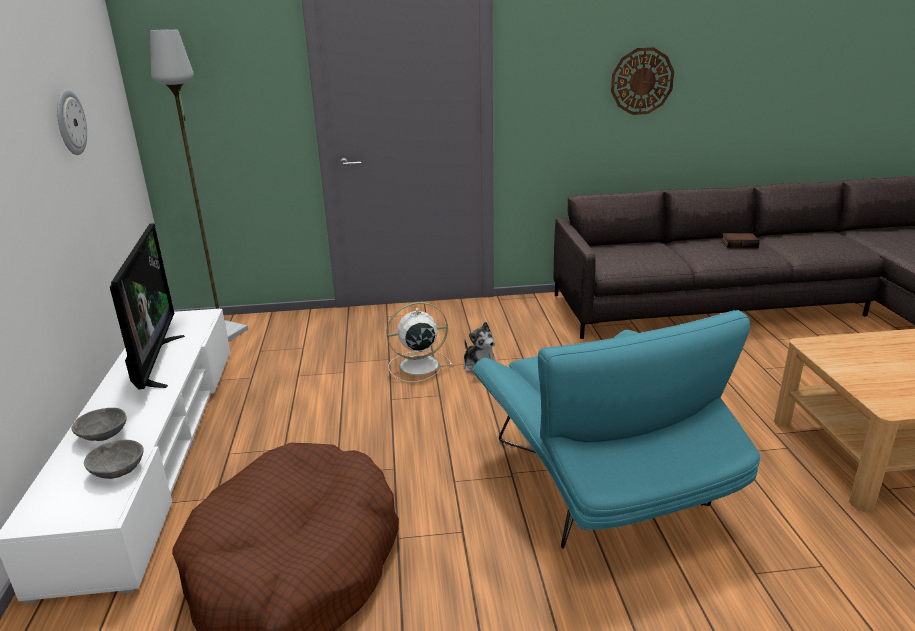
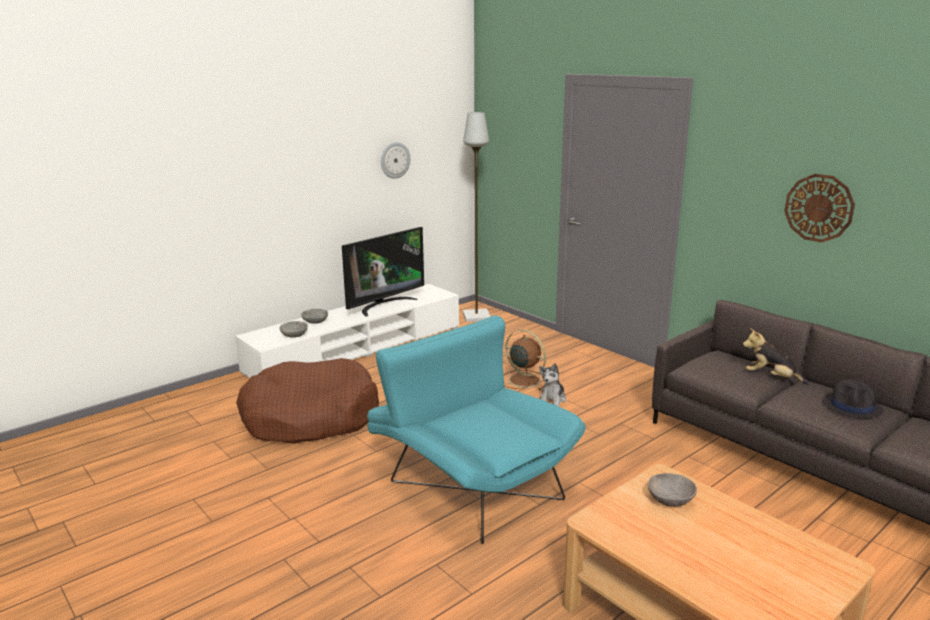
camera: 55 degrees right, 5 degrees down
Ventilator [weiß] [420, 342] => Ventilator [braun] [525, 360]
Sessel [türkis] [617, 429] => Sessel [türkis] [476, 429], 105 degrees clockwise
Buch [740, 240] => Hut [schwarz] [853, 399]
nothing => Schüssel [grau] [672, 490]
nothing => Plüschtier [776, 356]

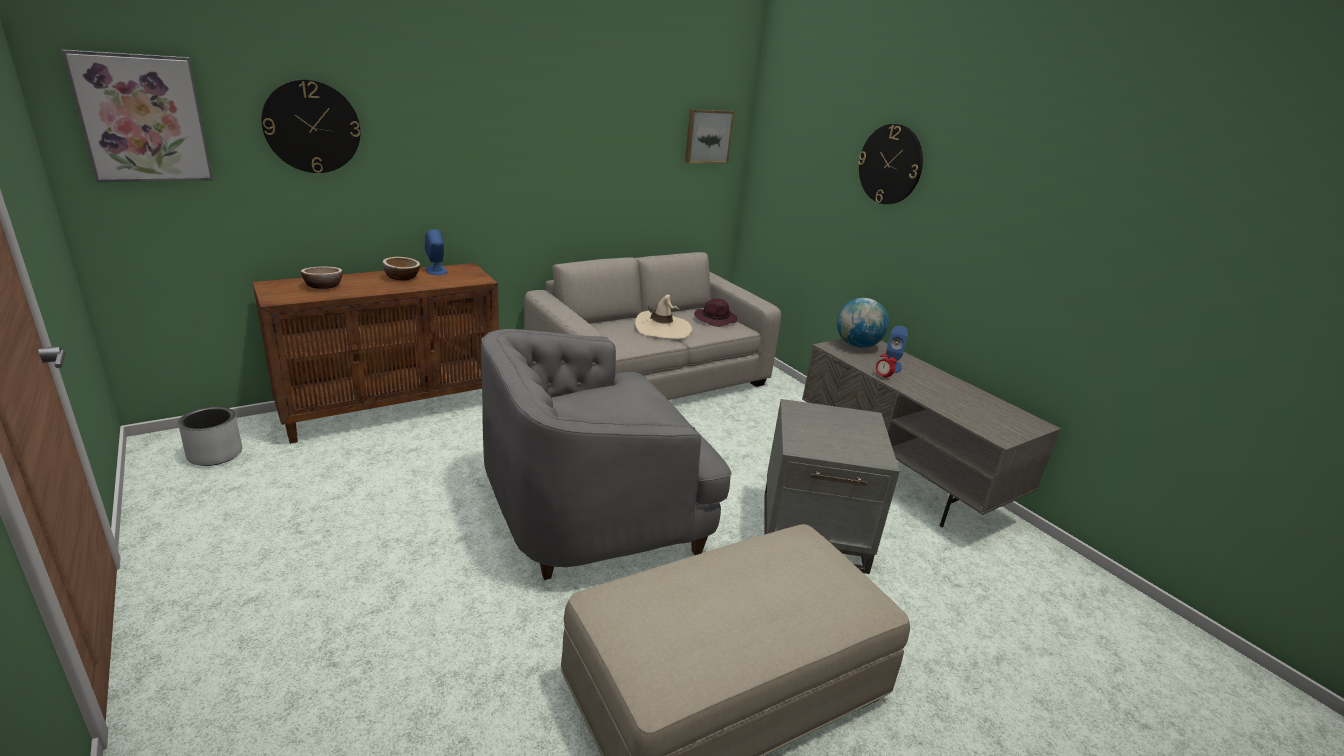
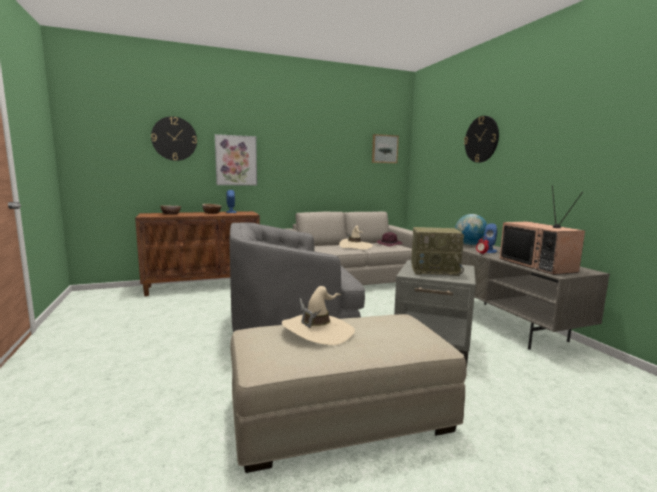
camera: 15 degrees right, 15 degrees down
Bild [137, 115] => Bild [236, 159], move
Pflanzkübel [grau] [210, 436] => nothing
nothing => Hut [beige] [318, 315]
nothing => Radio [437, 251]
nothing => Fernseher [542, 230]

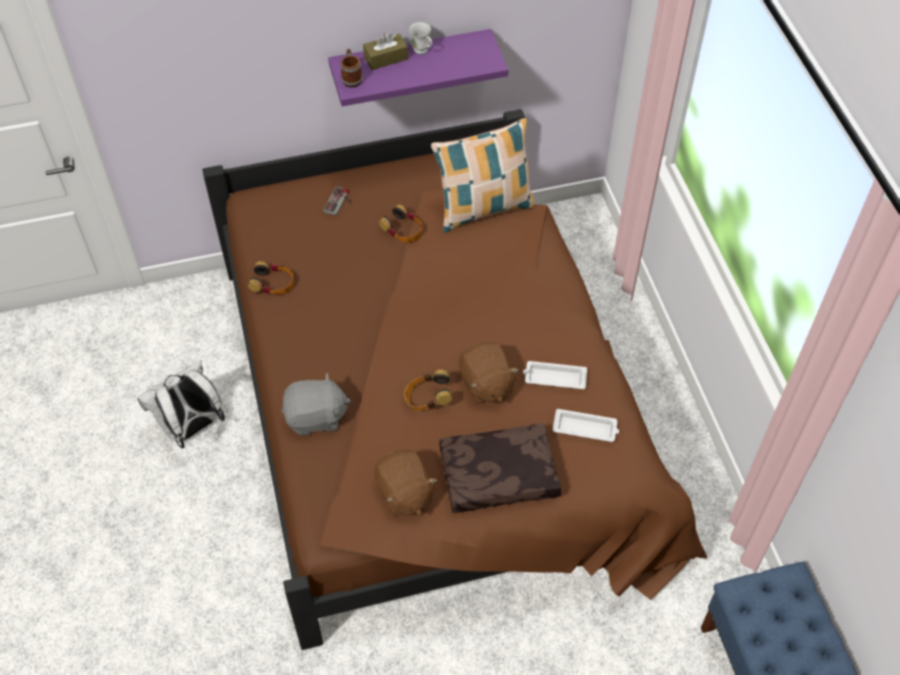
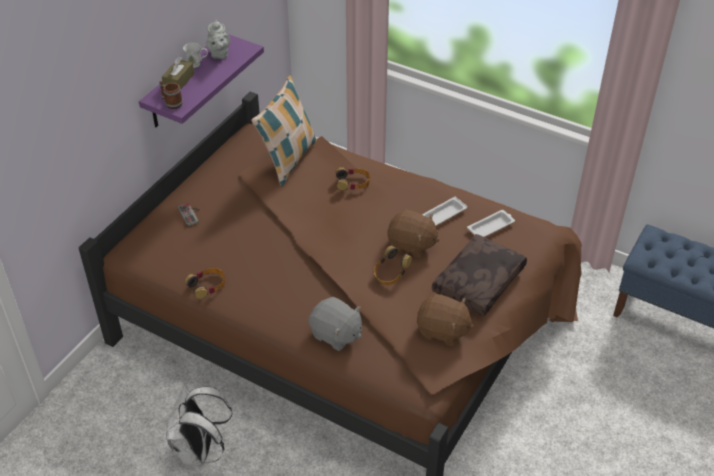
camera: 45 degrees left, 10 degrees down
Plüschtier [grau] [316, 404] => Plüschtier [grau] [335, 324], 90 degrees clockwise
Kopfhörer [401, 224] => Kopfhörer [353, 178], move
nothing => Teekanne [grau] [218, 39]

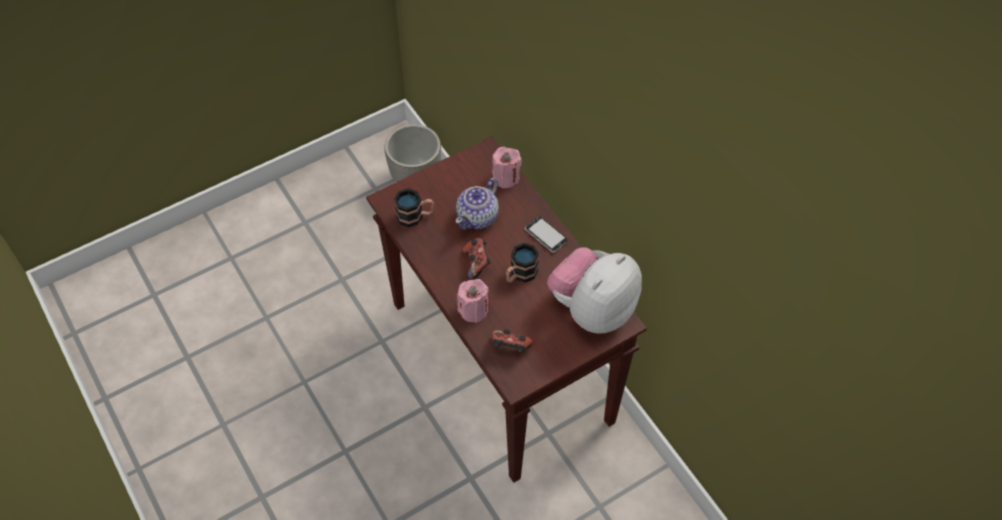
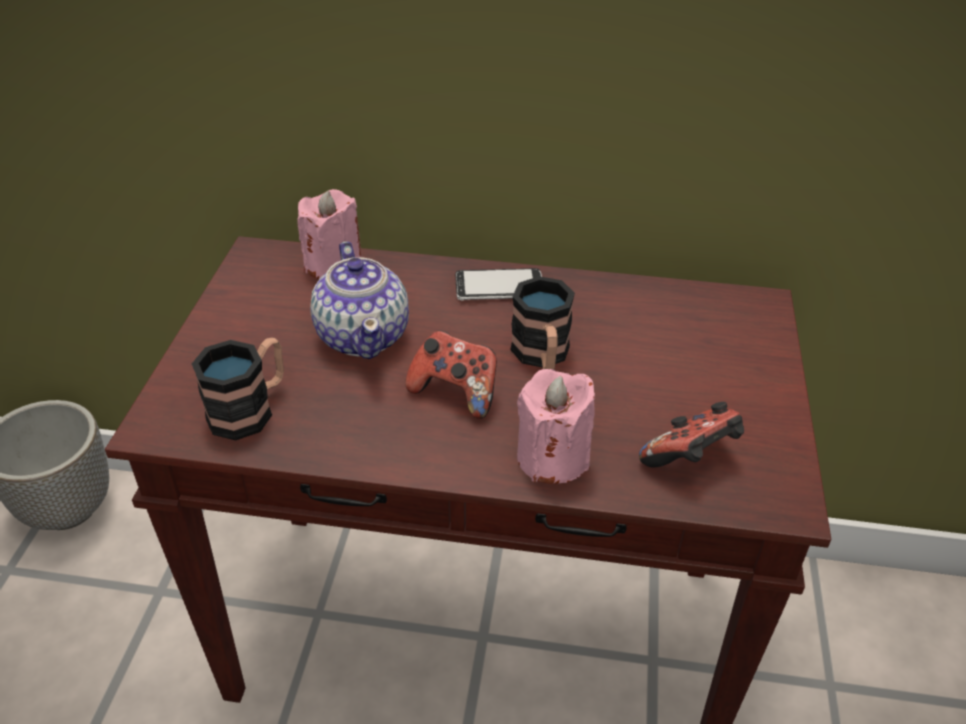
camera: 50 degrees left, 15 degrees down
Plüschtier [594, 290] => nothing

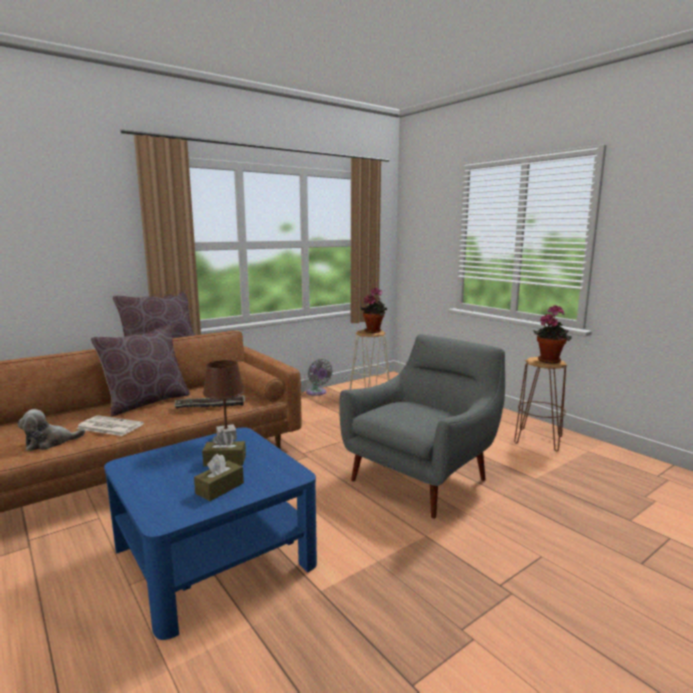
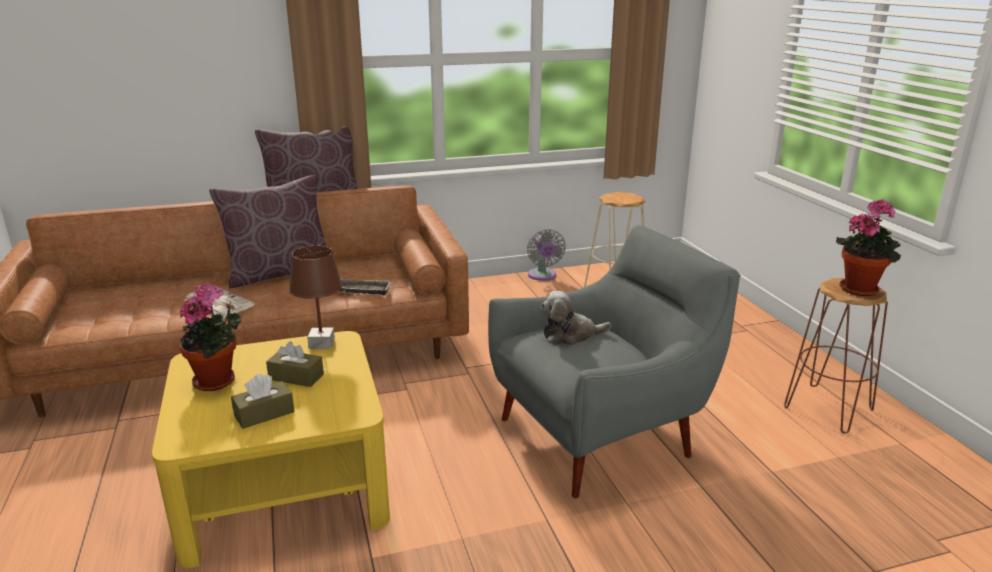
camera: 20 degrees right, 10 degrees up
Plüschtier [51, 430] => Plüschtier [575, 318], move
Couchtisch [blau] [210, 533] => Couchtisch [gelb] [271, 449]
Topfpflanze [373, 310] => Topfpflanze [211, 337], move

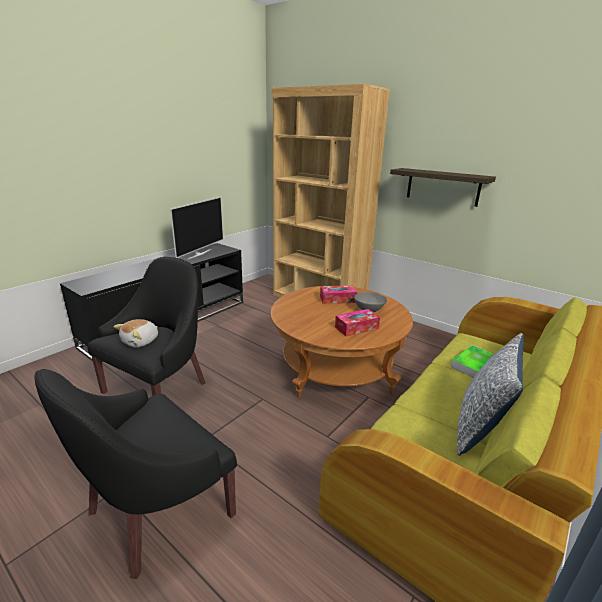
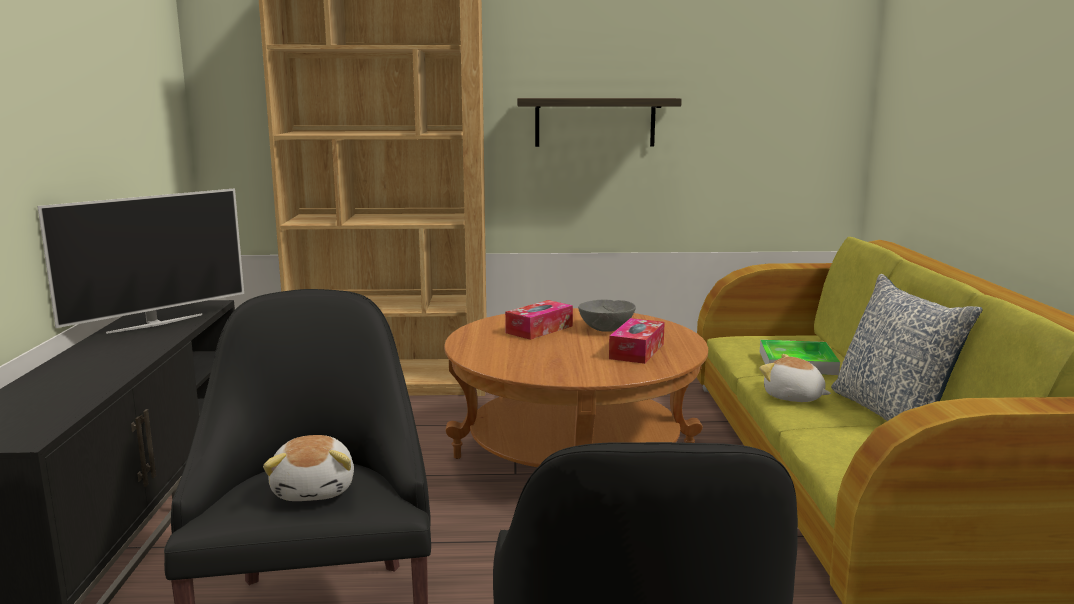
camera: 40 degrees left, 10 degrees down
Fernseher [196, 228] => Fernseher [140, 261], 60 degrees clockwise
nothing => Plüschtier [795, 378]

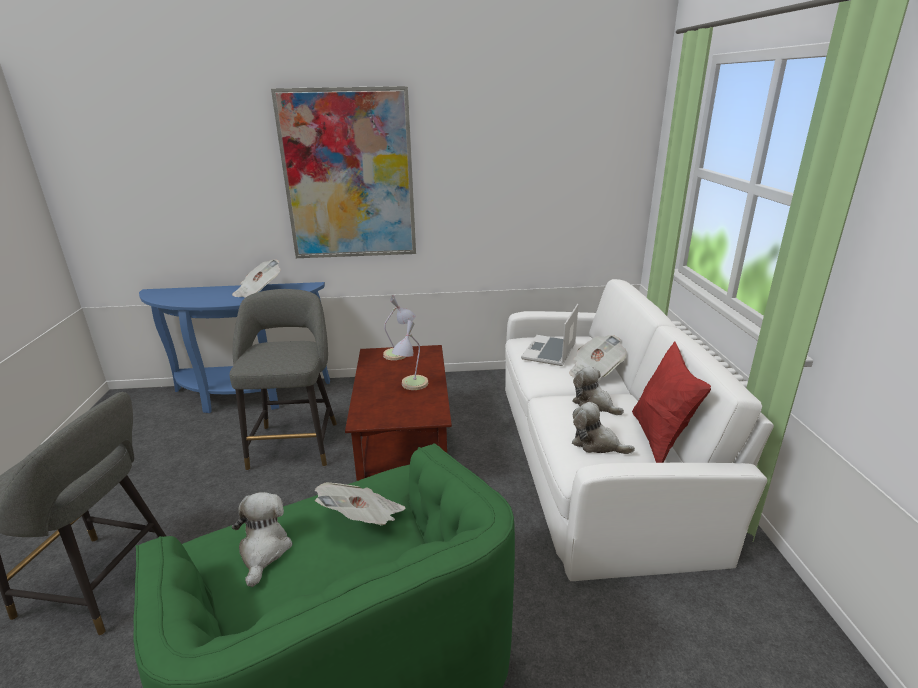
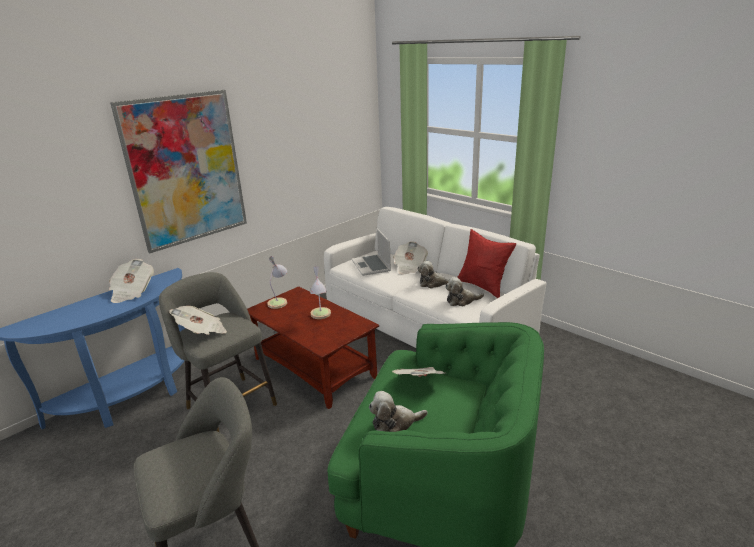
camera: 40 degrees left, 0 degrees up
Plüschtier [262, 539] => Plüschtier [398, 411], 60 degrees counterclockwise
nothing => Zeitung [198, 320]

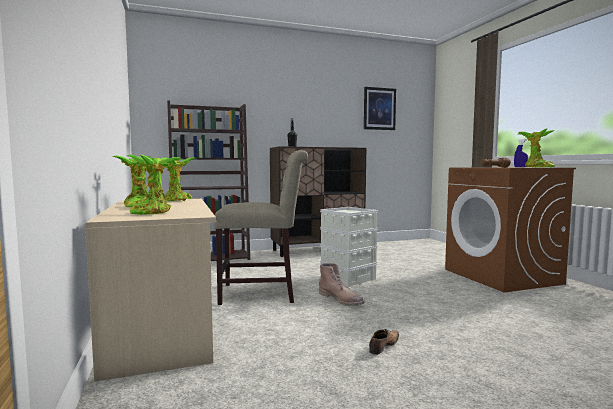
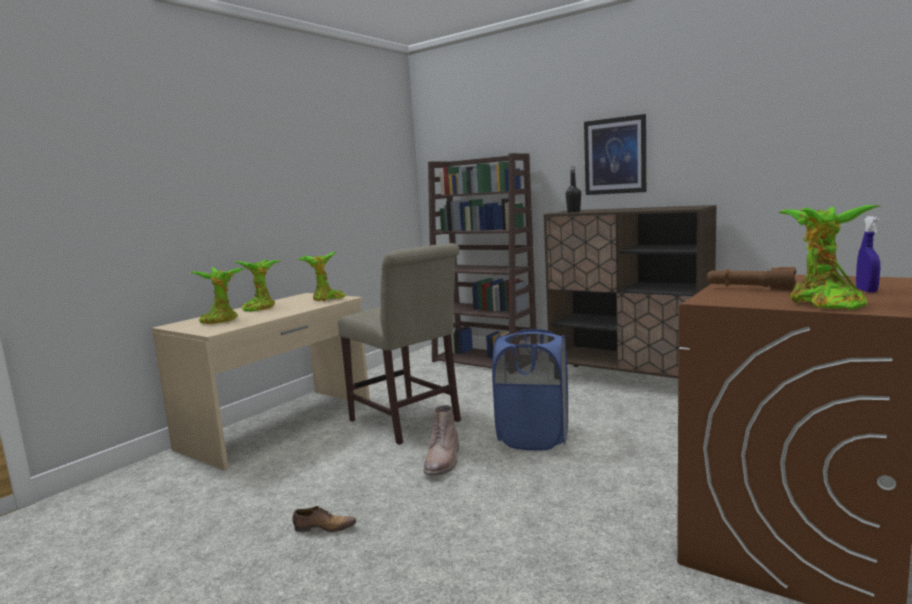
camera: 55 degrees right, 5 degrees up
Aufbewahrungsbox [grau] [349, 247] => Wäschekorb [blau] [530, 390]
Bild [380, 108] => Bild [615, 154], move

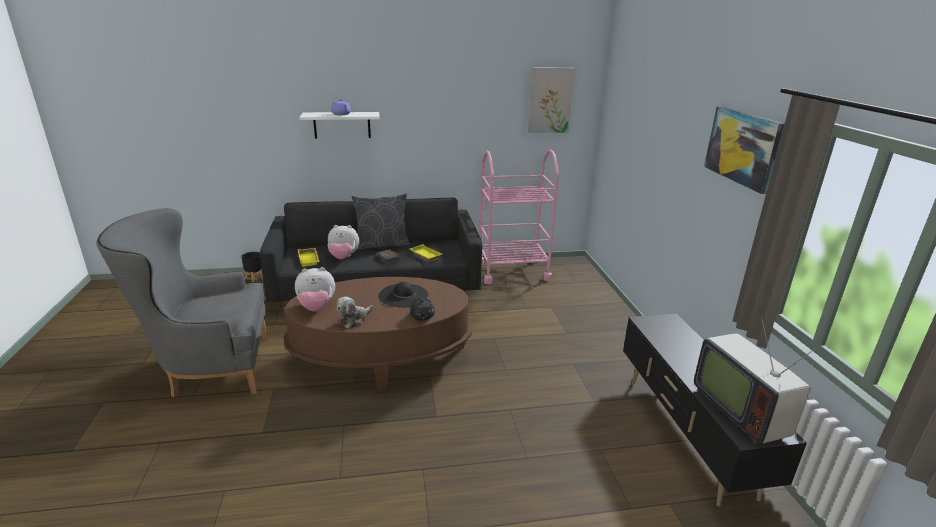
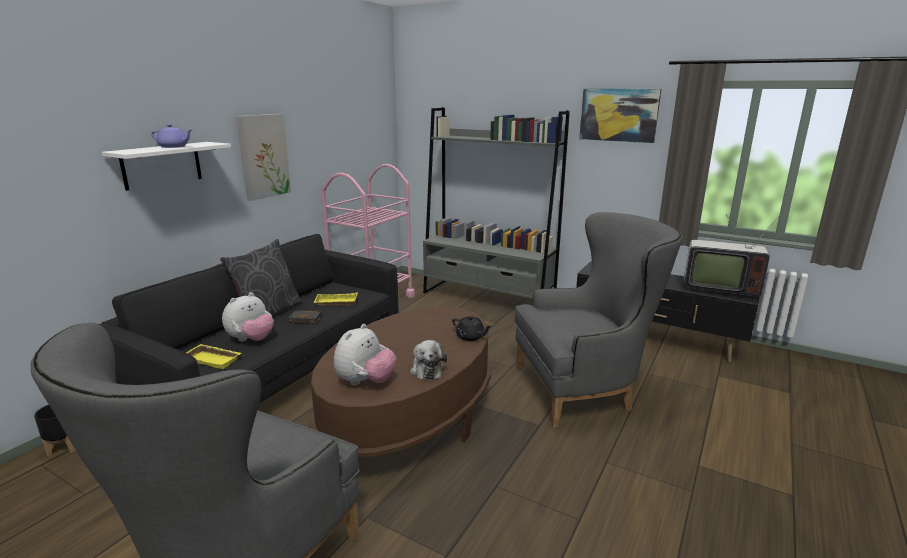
camera: 50 degrees left, 5 degrees down
Hut [schwarz] [403, 295] => nothing
Bild [551, 100] => Bild [263, 157], move
nothing => Bücherregal [grau] [496, 203]
nothing => Sessel [grau] [598, 320]

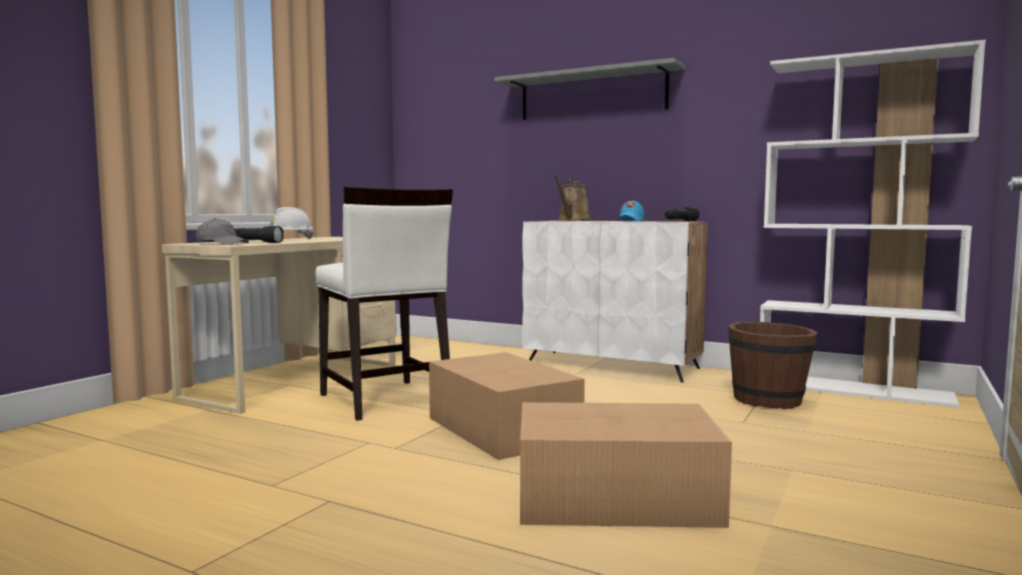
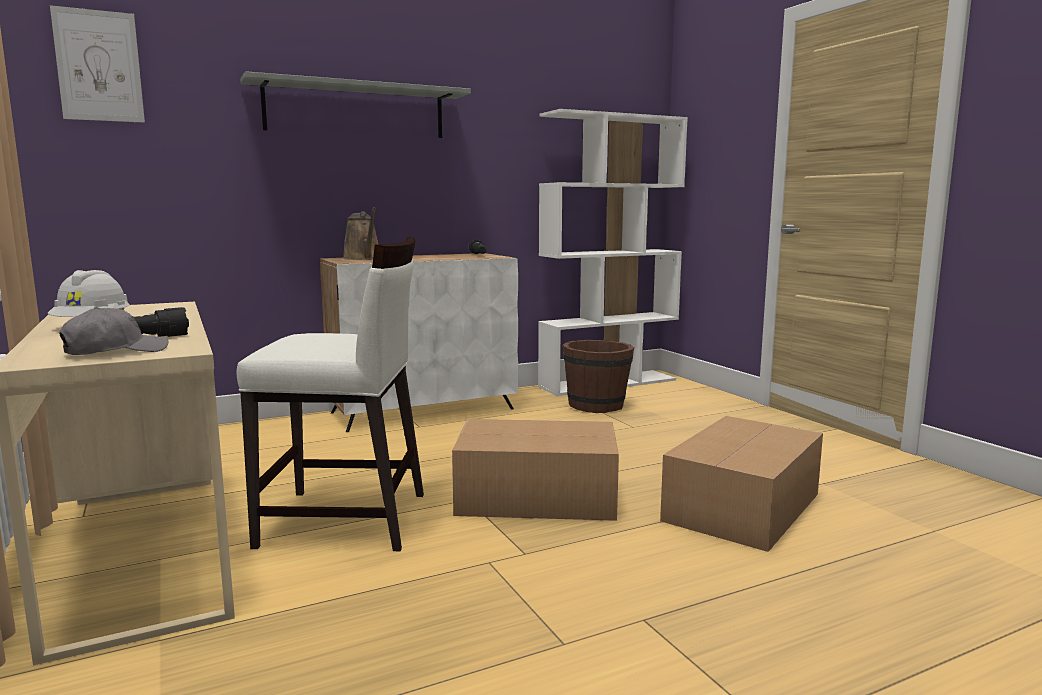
camera: 55 degrees left, 5 degrees up
Kappe [blau] [630, 210] => nothing
nothing => Bild [97, 64]

